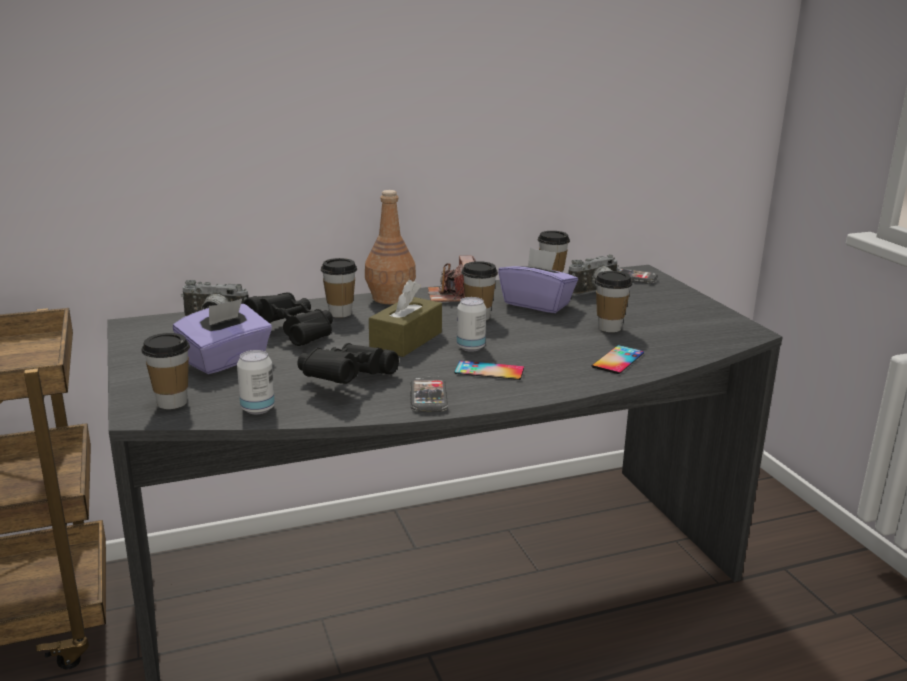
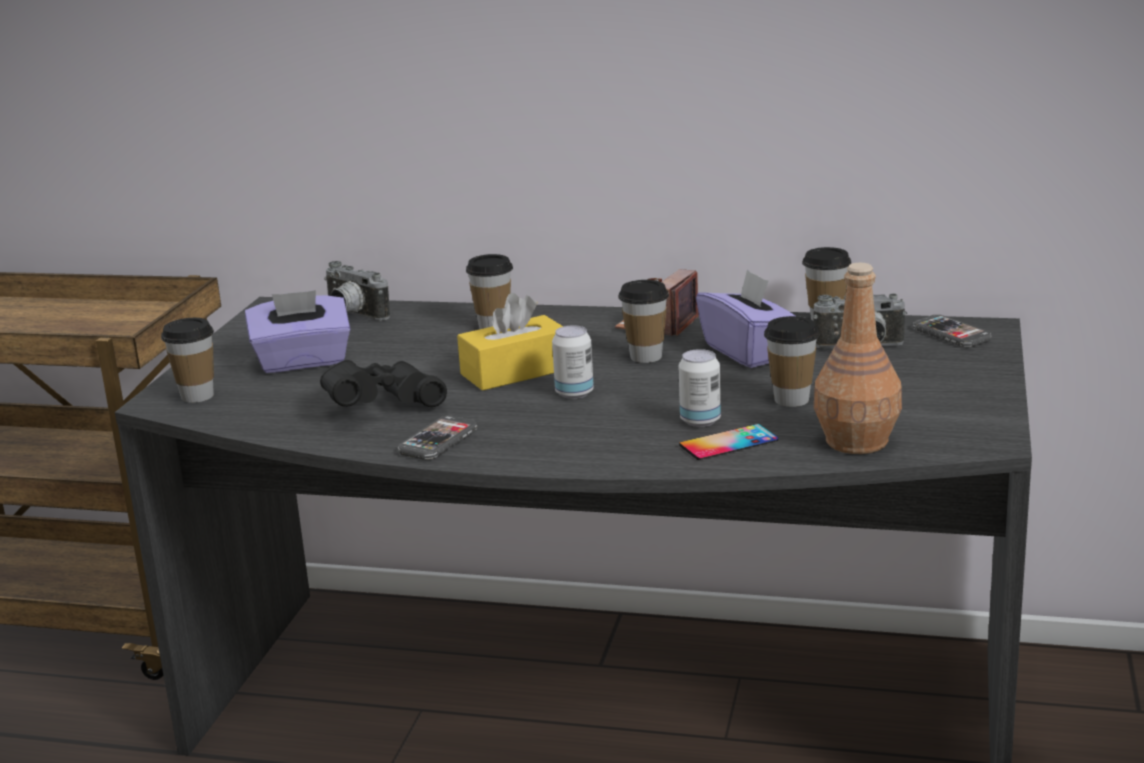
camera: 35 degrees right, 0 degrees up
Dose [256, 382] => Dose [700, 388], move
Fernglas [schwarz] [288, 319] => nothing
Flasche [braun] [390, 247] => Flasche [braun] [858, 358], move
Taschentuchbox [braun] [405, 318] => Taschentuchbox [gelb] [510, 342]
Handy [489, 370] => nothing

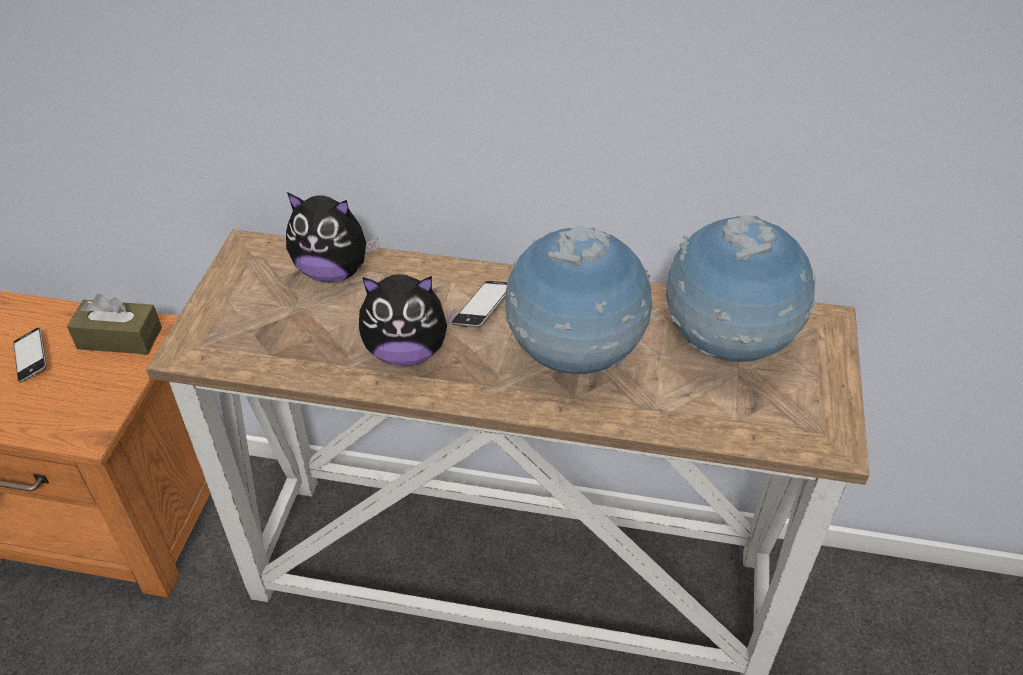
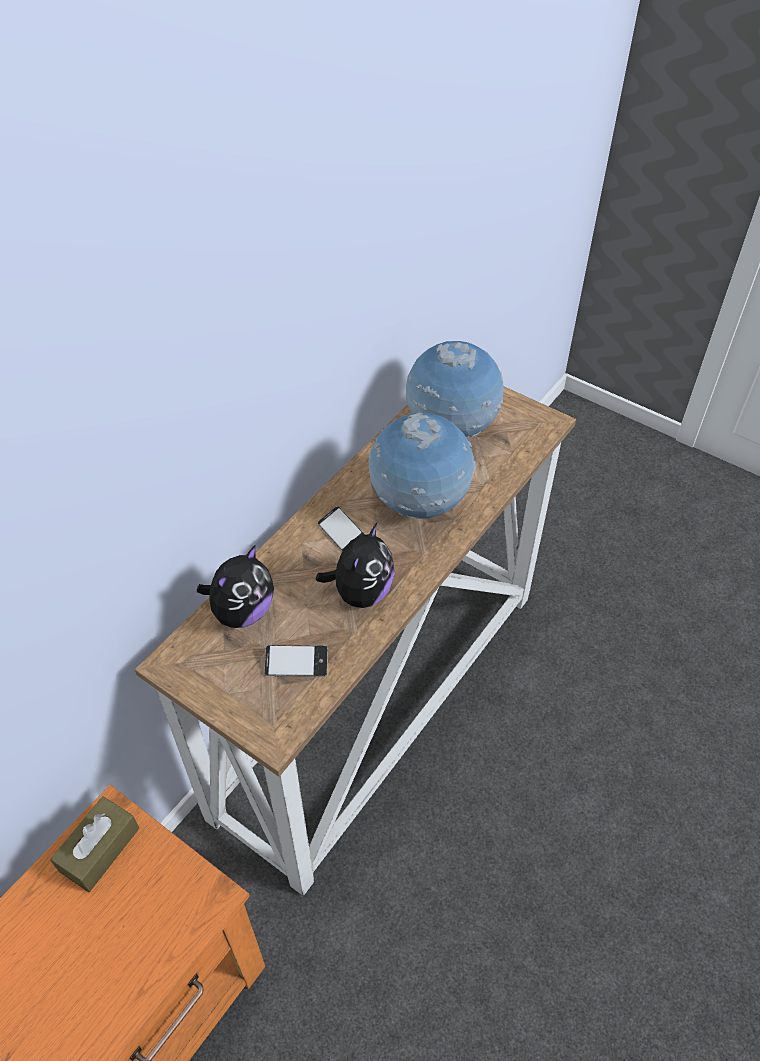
camera: 65 degrees left, 5 degrees up
Handy [30, 354] => Handy [296, 661], move

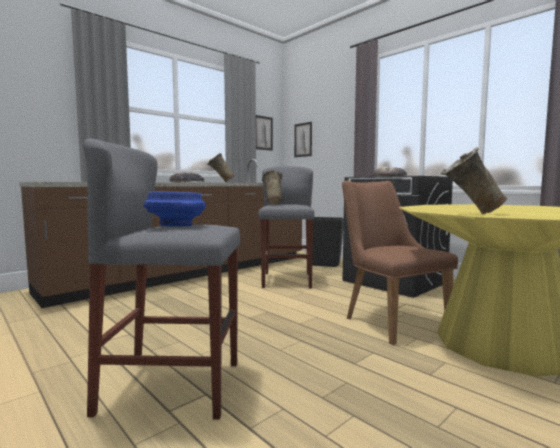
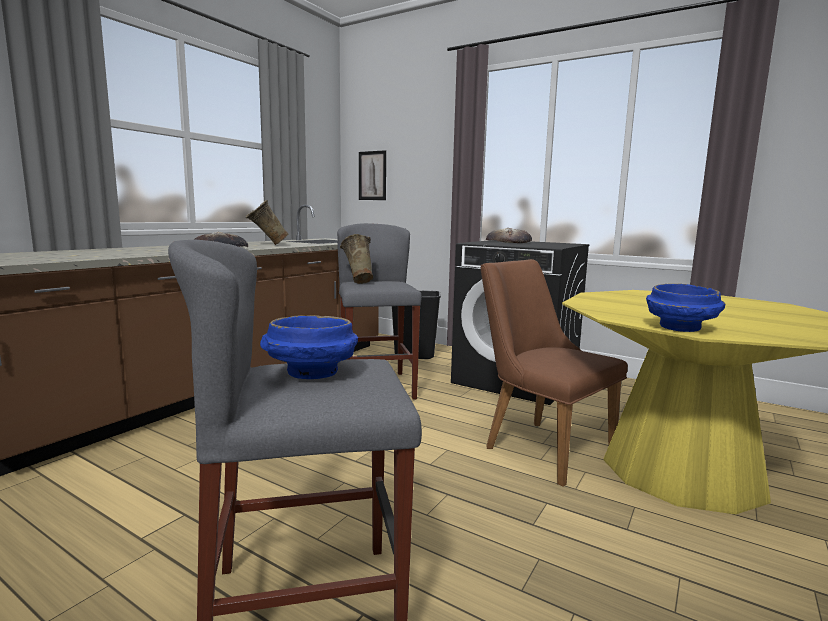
camera: 15 degrees left, 5 degrees up
Bild [264, 133] => nothing
Vase [beige] [474, 180] => Schüssel [blau] [685, 308]

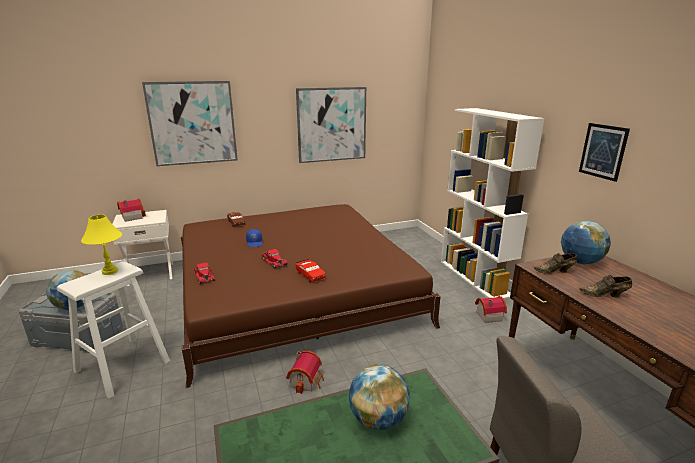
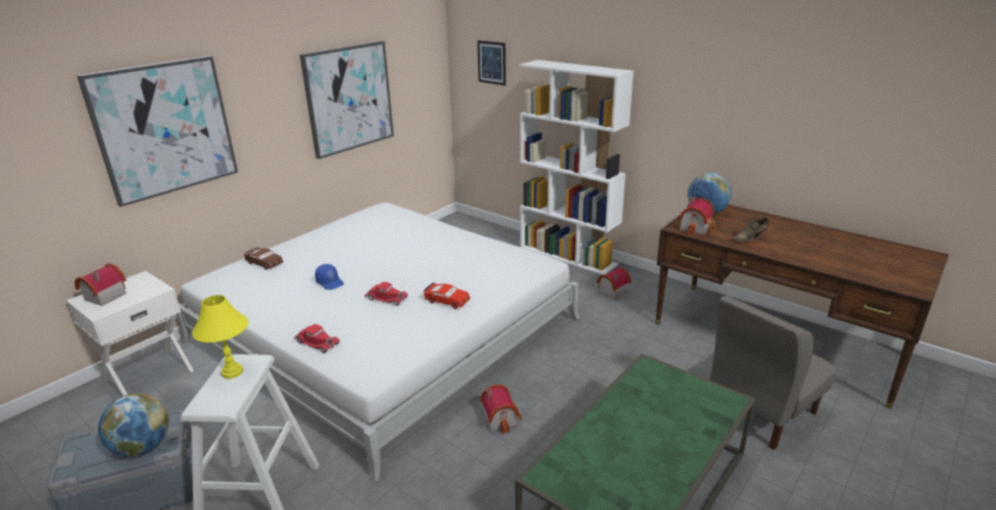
camera: 30 degrees left, 5 degrees up
Bett [braun] [311, 296] => Bett [weiß] [378, 342]
Globus [379, 397] => nothing
Schuh [braun] [555, 263] => Spielzeughaus [697, 216]
Bild [604, 152] => Bild [491, 63], move

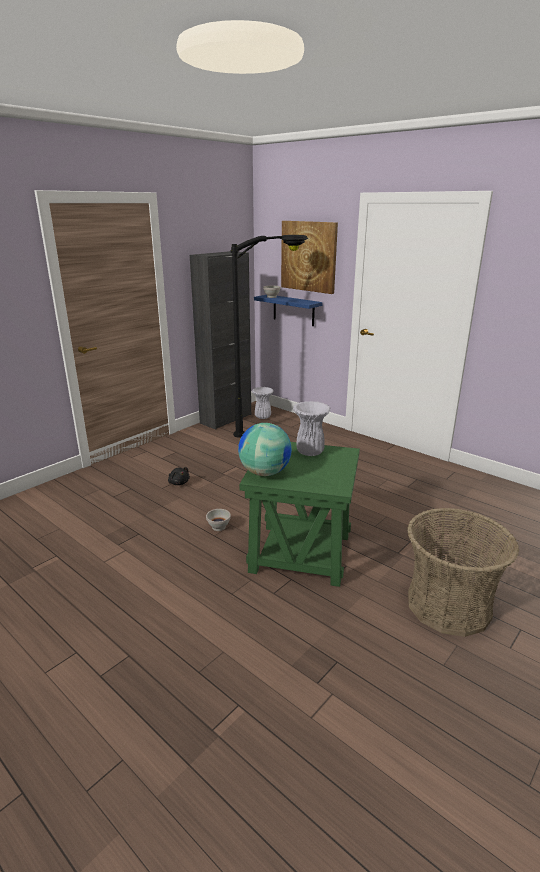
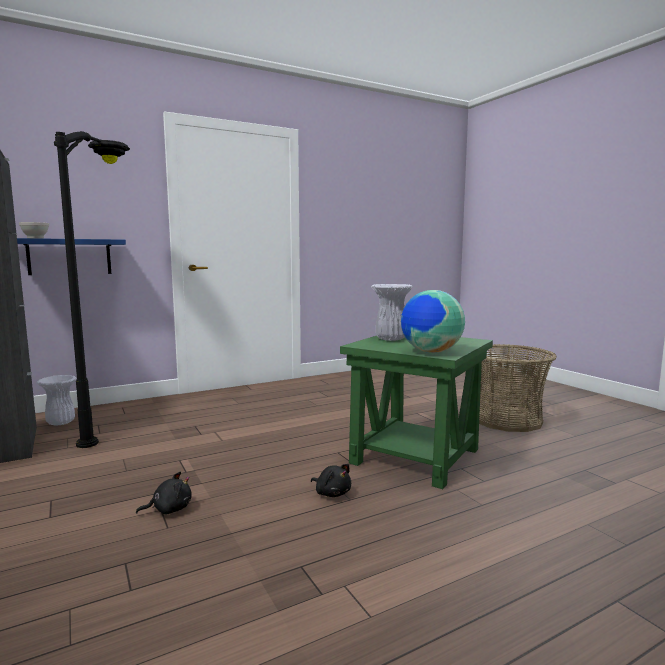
camera: 70 degrees left, 15 degrees down
Schüssel [weiß] [218, 520] => Plüschtier [schwarz] [331, 480]
Bild [309, 257] => nothing

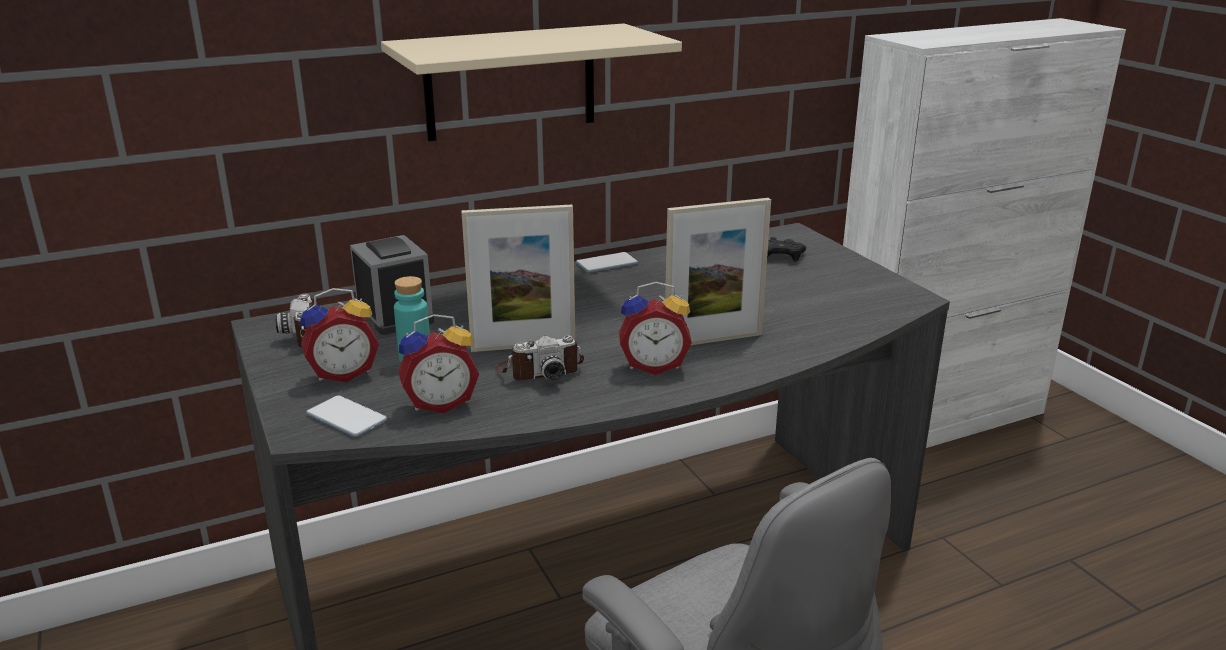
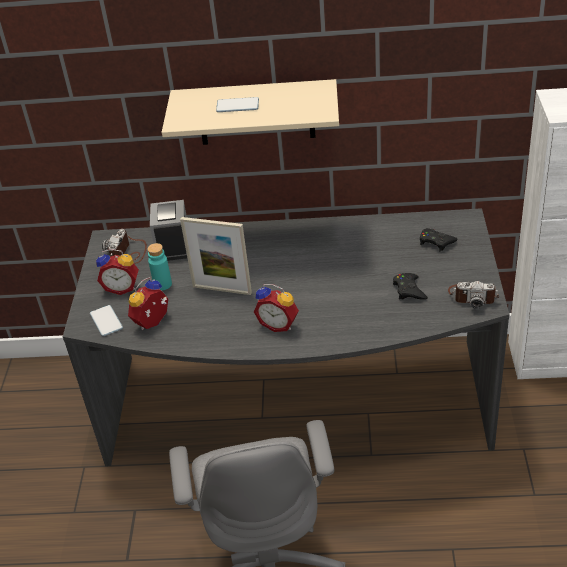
camera: 30 degrees right, 15 degrees up
Wecker [438, 363] => Wecker [148, 303], 120 degrees clockwise
Kamera [539, 358] => Kamera [473, 295], move
Handy [607, 262] => Handy [237, 104], move
Bilderrahmen [718, 271] => nothing
nothing => Gamepad [schwarz] [410, 286]

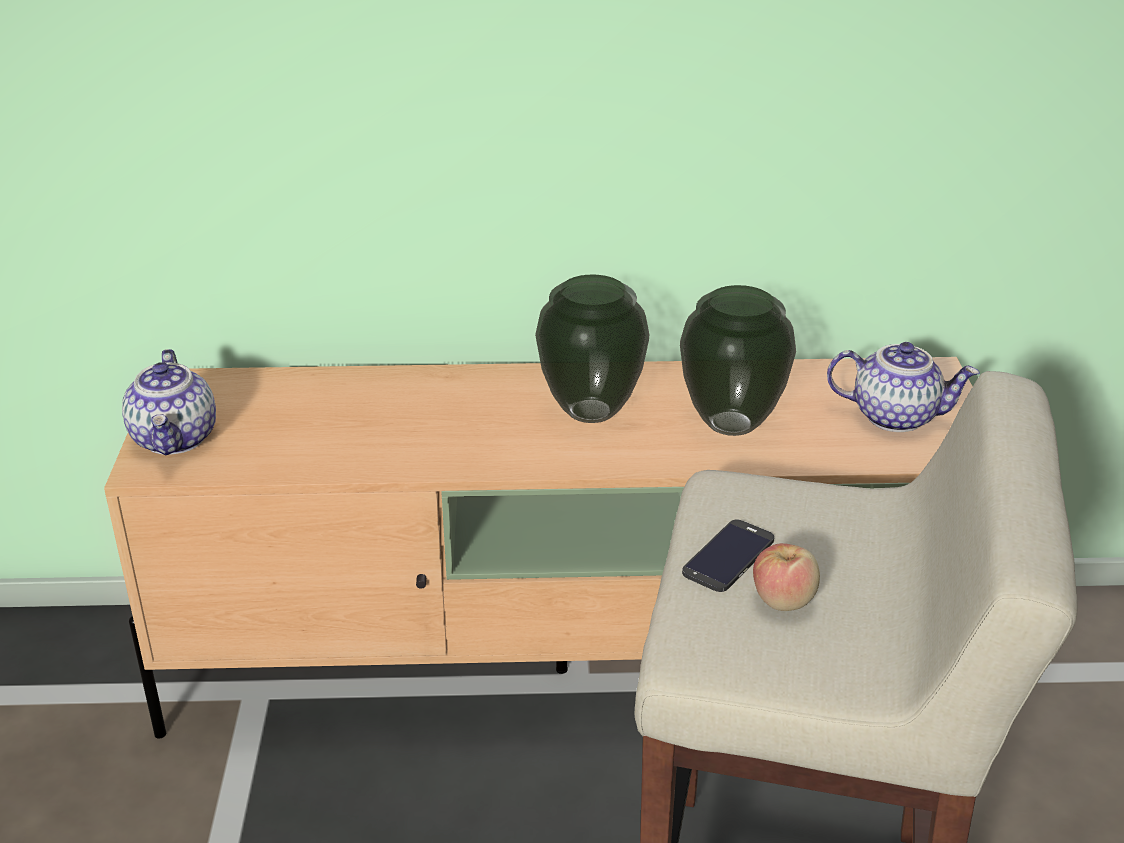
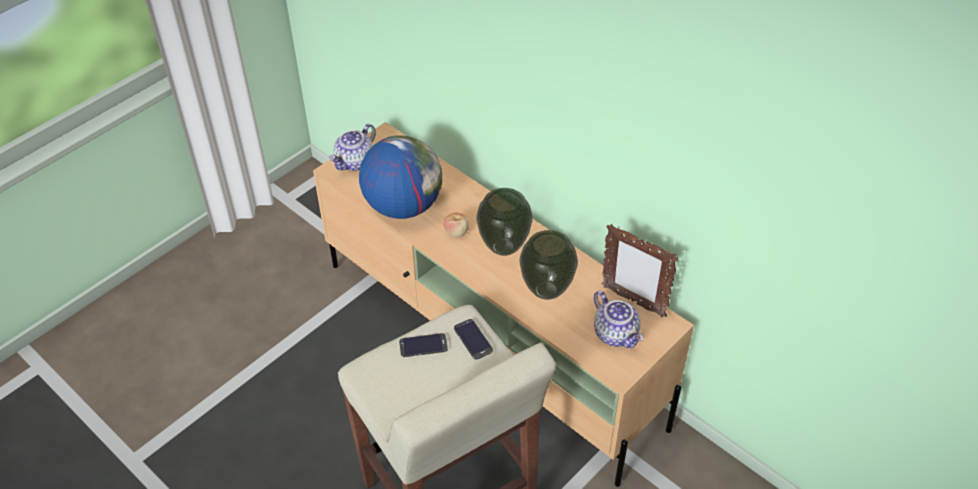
camera: 45 degrees right, 15 degrees up
Apfel [786, 577] => Apfel [456, 225], move
nothing => Globus [400, 177]
nothing => Handy [473, 339]
nothing => Bilderrahmen [640, 270]

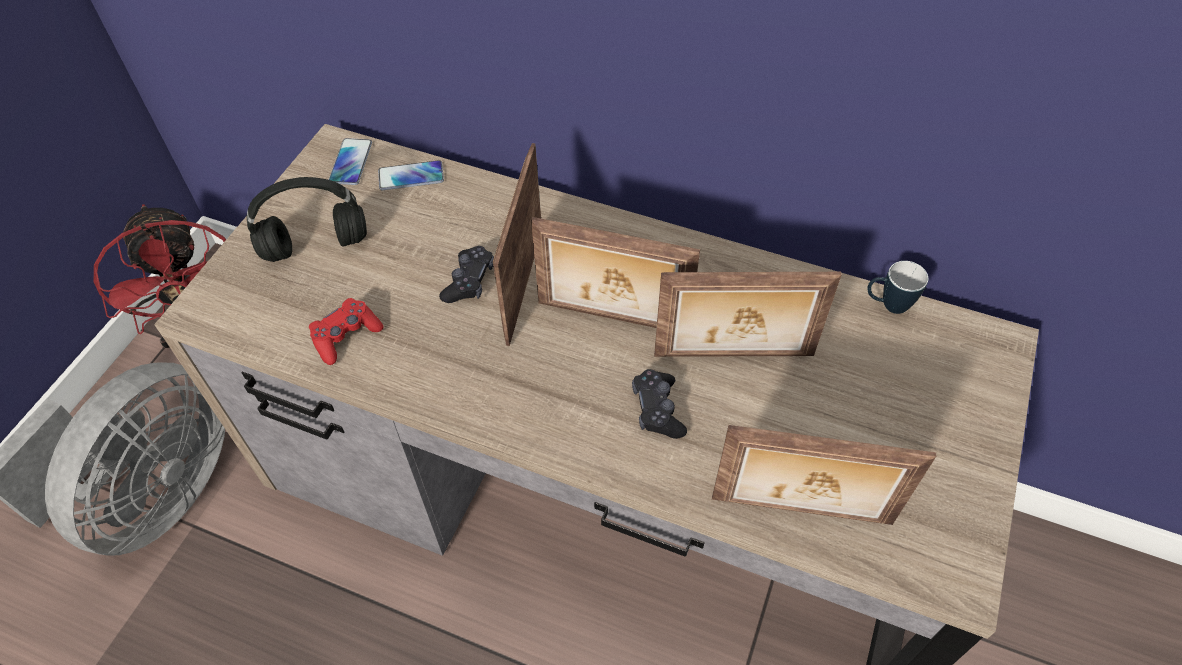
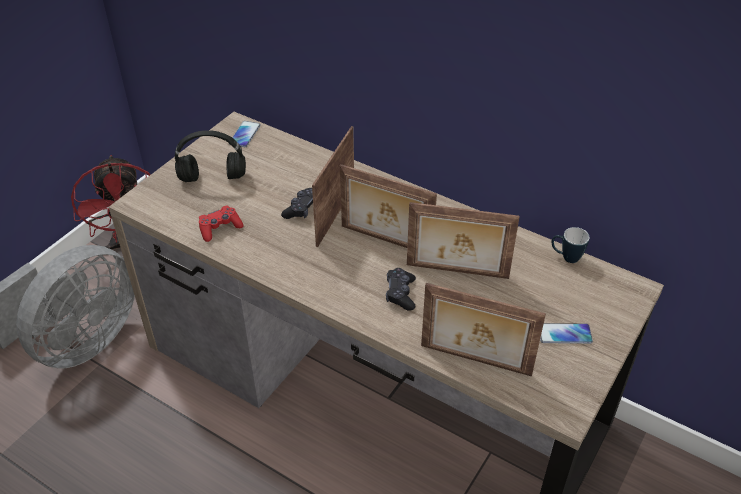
camera: 10 degrees right, 10 degrees down
Handy [411, 175] => Handy [566, 333], move

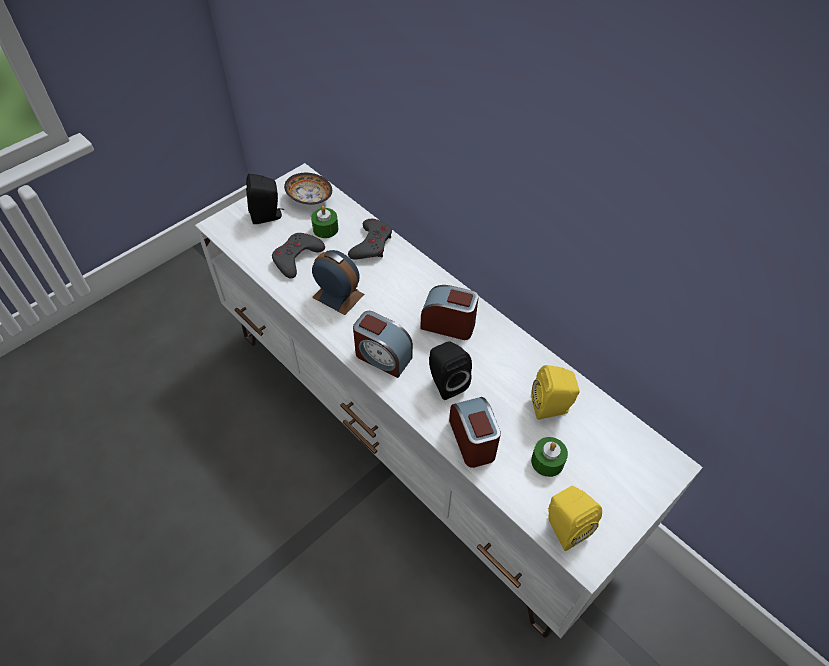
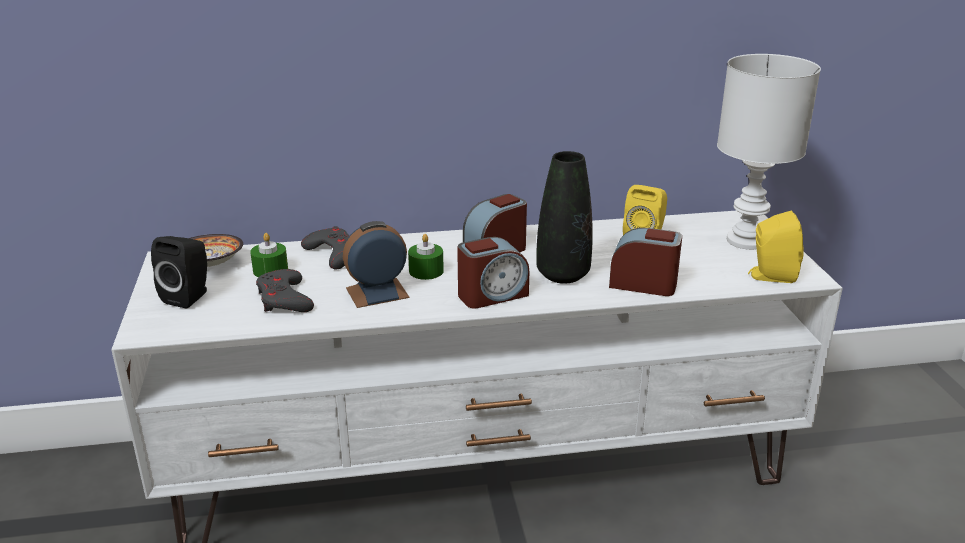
camera: 55 degrees left, 25 degrees down
Lautsprecher [schwarz] [450, 370] => Vase [schwarz] [564, 217]
Kerze [grün] [549, 457] => Kerze [grün] [426, 257], move
nothing => Tischlampe [weiß] [769, 152]

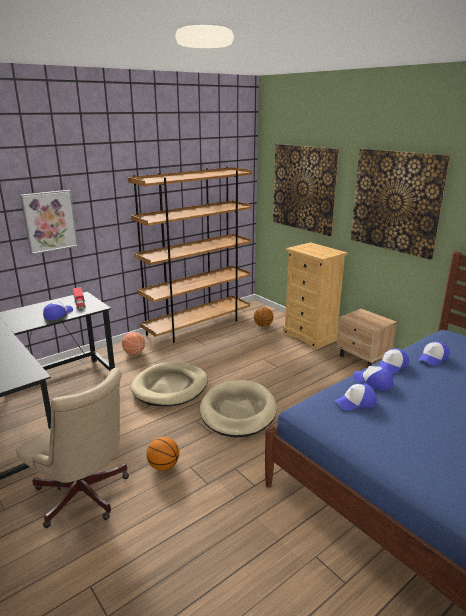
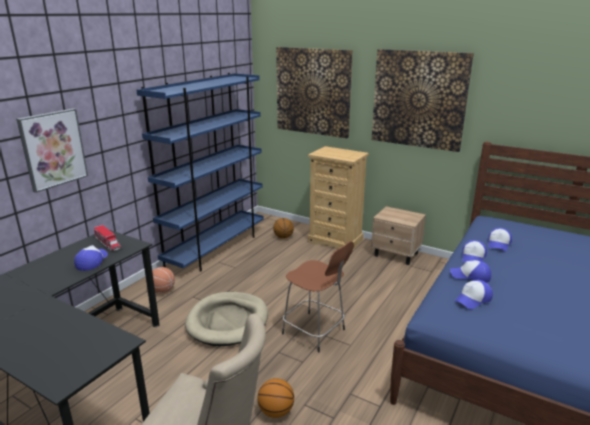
camera: 20 degrees left, 0 degrees up
Bücherregal [braun] [190, 254] => Bücherregal [blau] [200, 172]
Hundebett [beige] [238, 408] => Hocker [braun] [318, 297]

